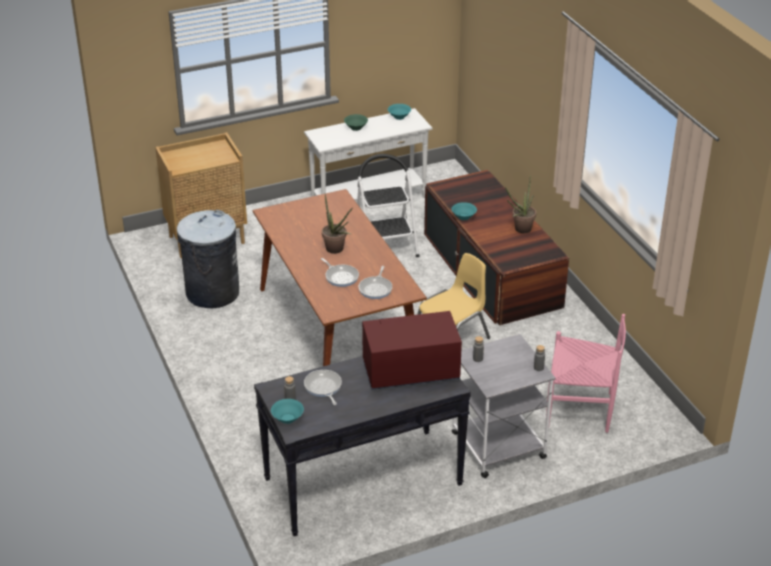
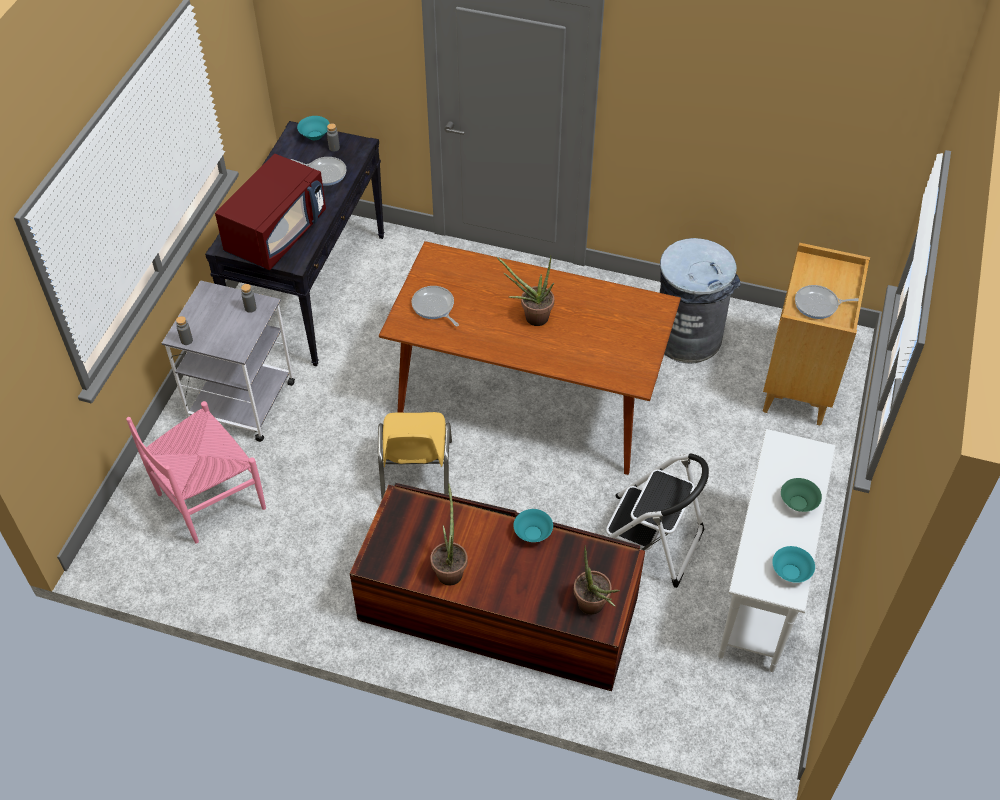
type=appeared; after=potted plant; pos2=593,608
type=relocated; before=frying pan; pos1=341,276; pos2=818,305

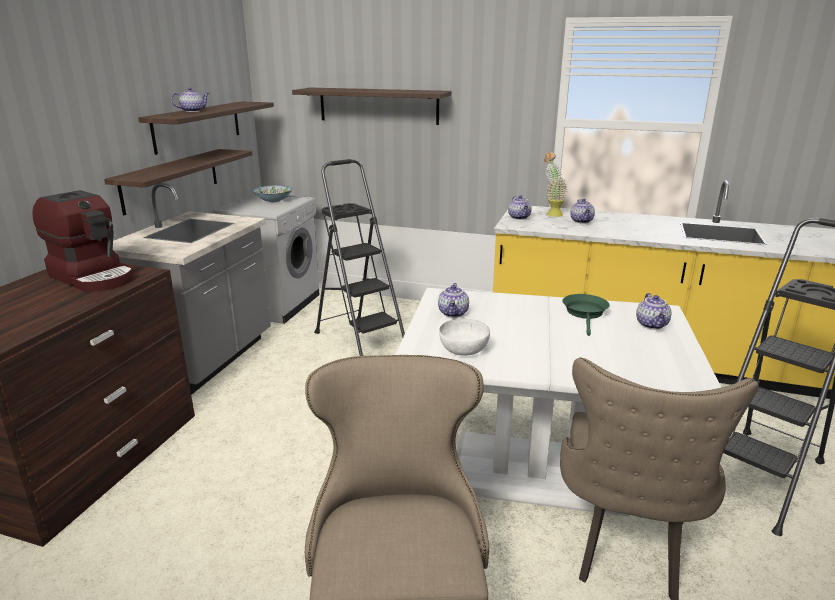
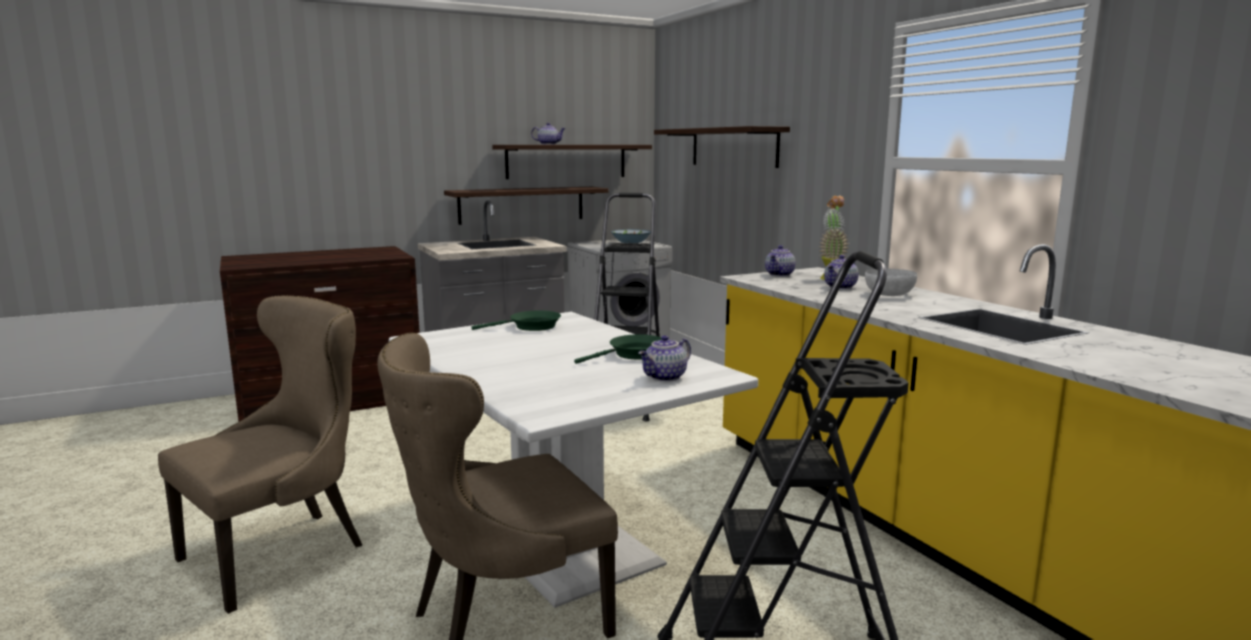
type=exchanged; before=teapot; after=green frying pan; pos1=454,313; pos2=530,327
type=relocated; before=white bowl; pos1=464,350; pos2=889,294
type=missing; before=coffee machine; pos1=94,277

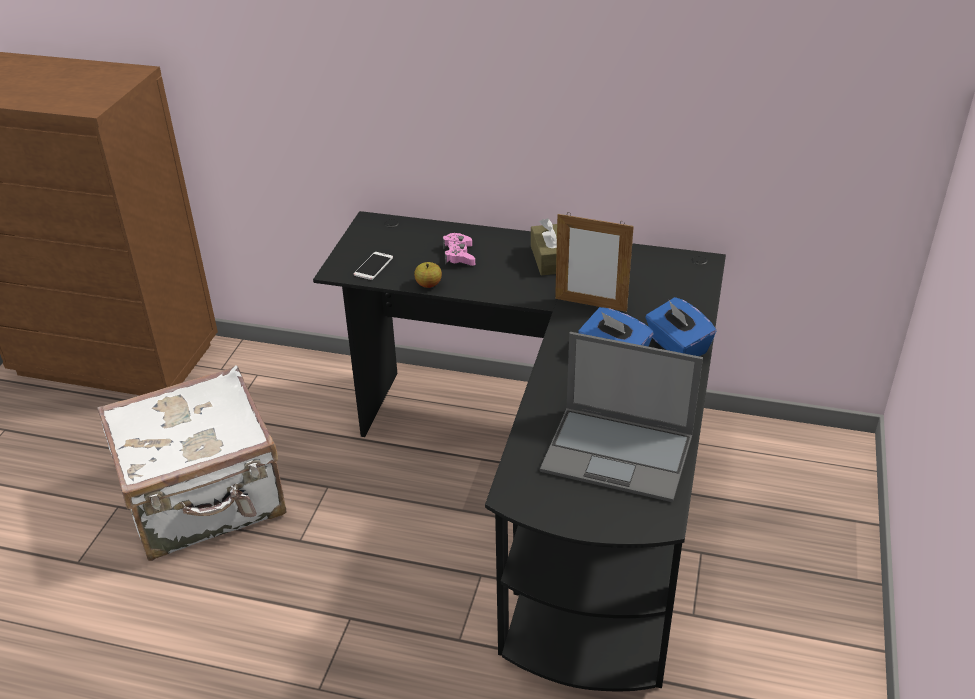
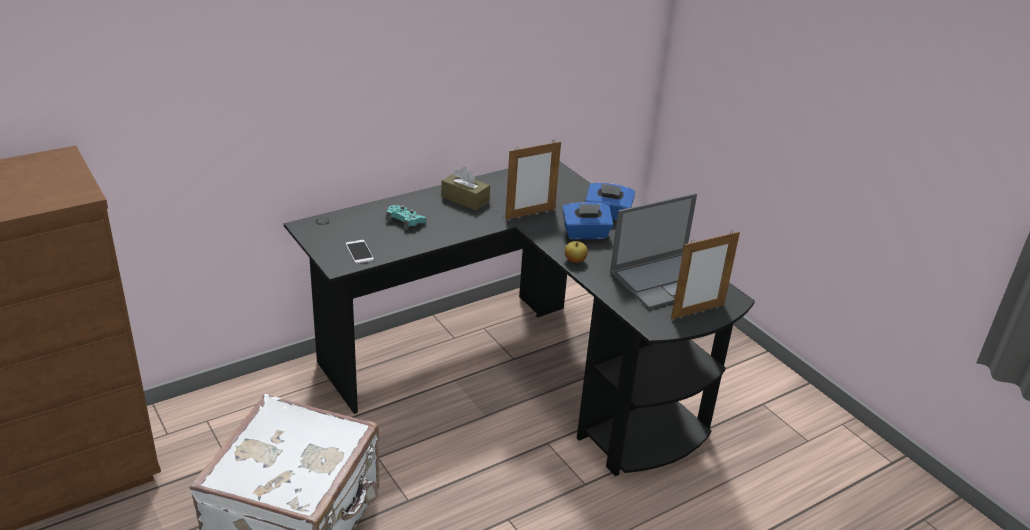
type=colour; before=pink game controller; after=turquoise game controller; pos1=459,255; pos2=405,221
type=relocated; before=apple; pos1=428,285; pos2=575,260
type=appeared; after=picture frame; pos2=697,311

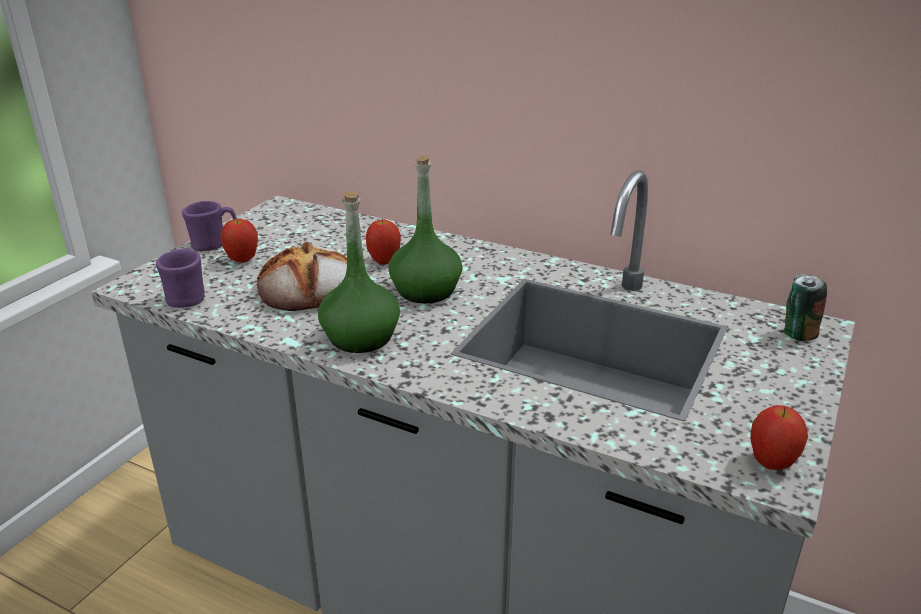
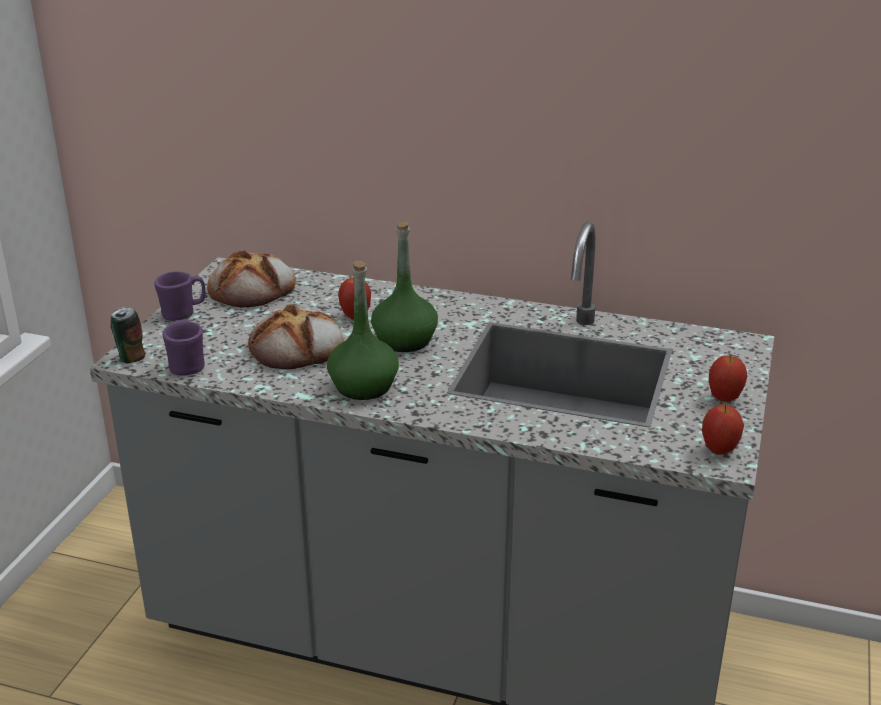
type=relocated; before=can; pos1=798,333; pos2=131,357
type=appeared; after=bread; pos2=253,288
type=relocated; before=apple; pos1=242,260; pos2=724,399

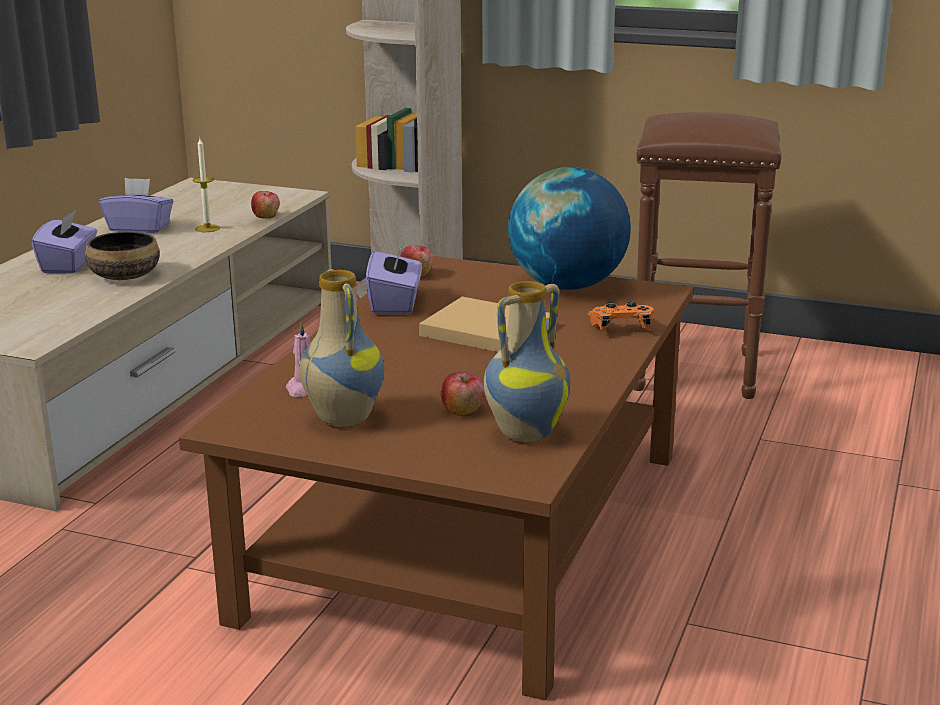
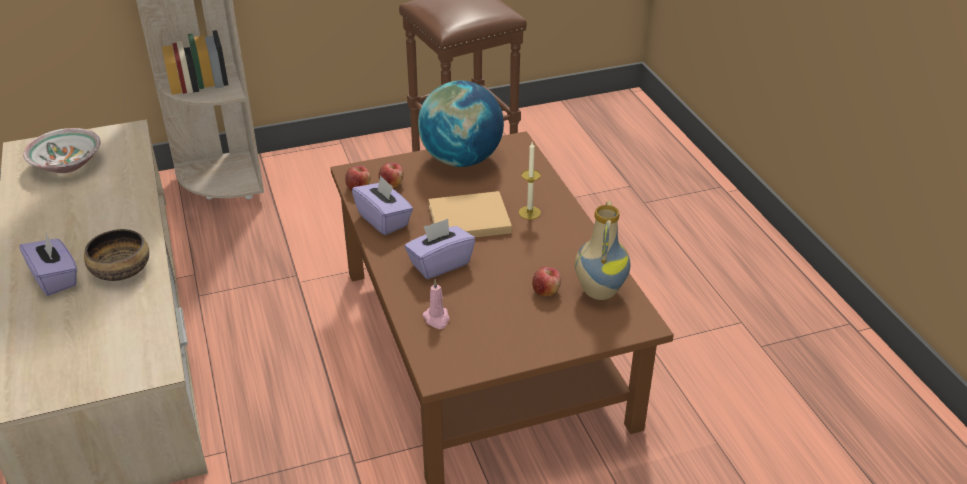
type=appeared; after=bowl; pos2=68,165
type=relocated; before=apple; pos1=266,216; pos2=391,184
type=relocated; before=purple tissue box; pos1=139,228; pos2=440,264
type=relocated; before=candle; pos1=207,228; pos2=529,212
type=missing; before=vase; pos1=341,419
type=missing; before=orange game controller; pos1=620,328

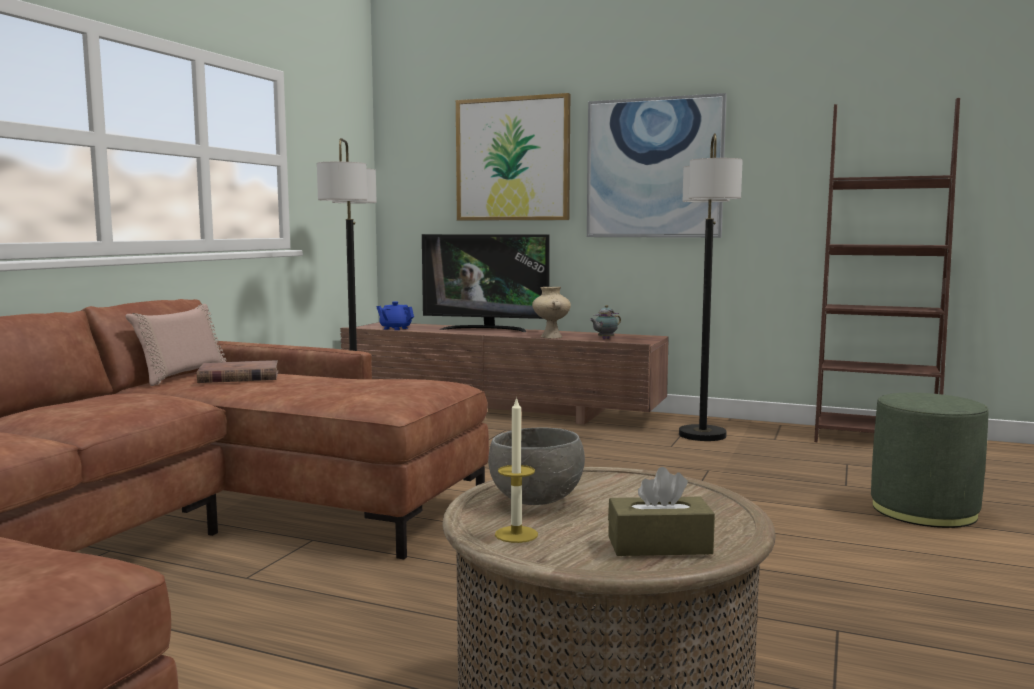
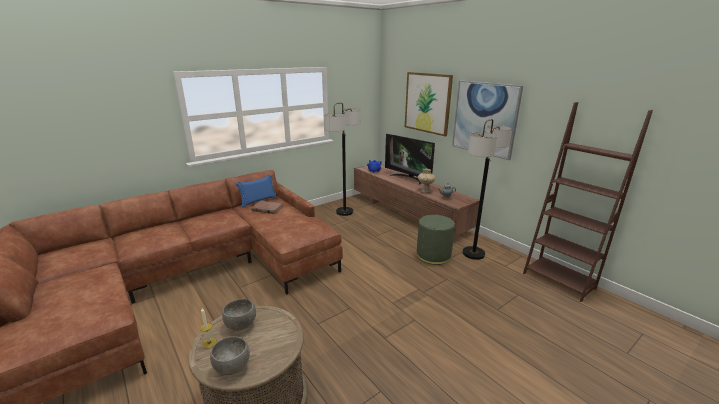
type=exchanged; before=brown tissue box; after=grey bowl; pos1=659,545; pos2=233,367
type=colour; before=beige pillow; after=blue pillow; pos1=182,375; pos2=258,201
type=relocated; before=green ottoman; pos1=924,510; pos2=433,255

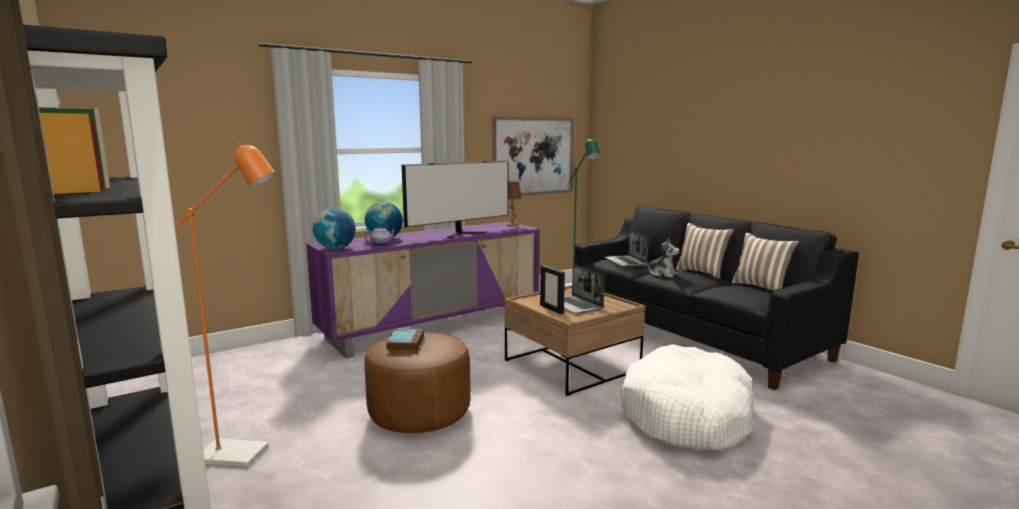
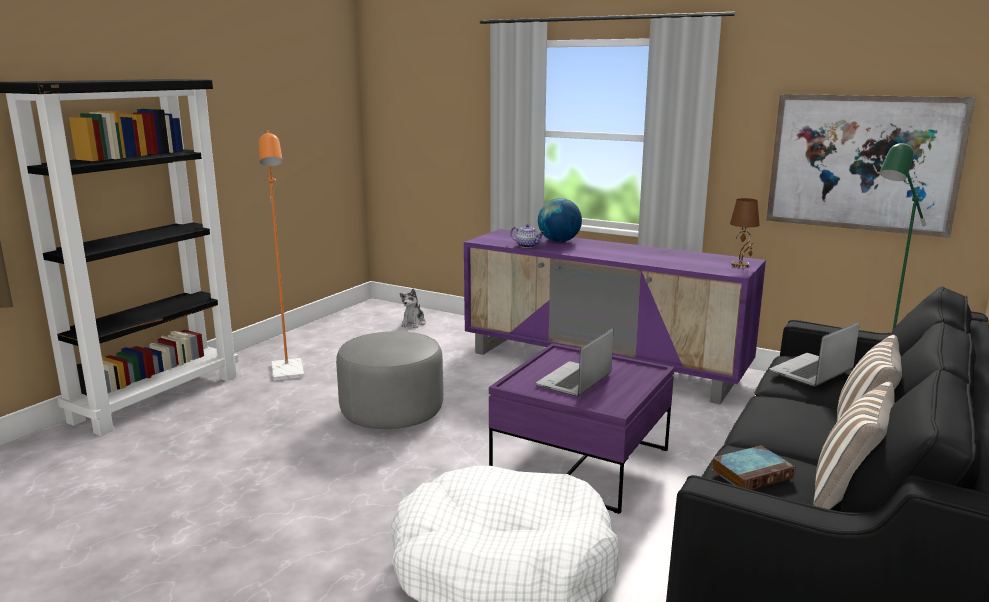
type=colour; before=brown ottoman; after=grey ottoman; pos1=419,413; pos2=392,412
type=relocated; before=plush toy; pos1=662,274; pos2=413,323
type=colour; before=brown coffee table; after=purple coffee table; pos1=571,365; pos2=581,462
type=relocated; before=book; pos1=405,343; pos2=752,473
type=missing; before=globe; pos1=335,248
type=missing; before=television; pos1=463,234
type=missing; before=picture frame; pos1=552,309

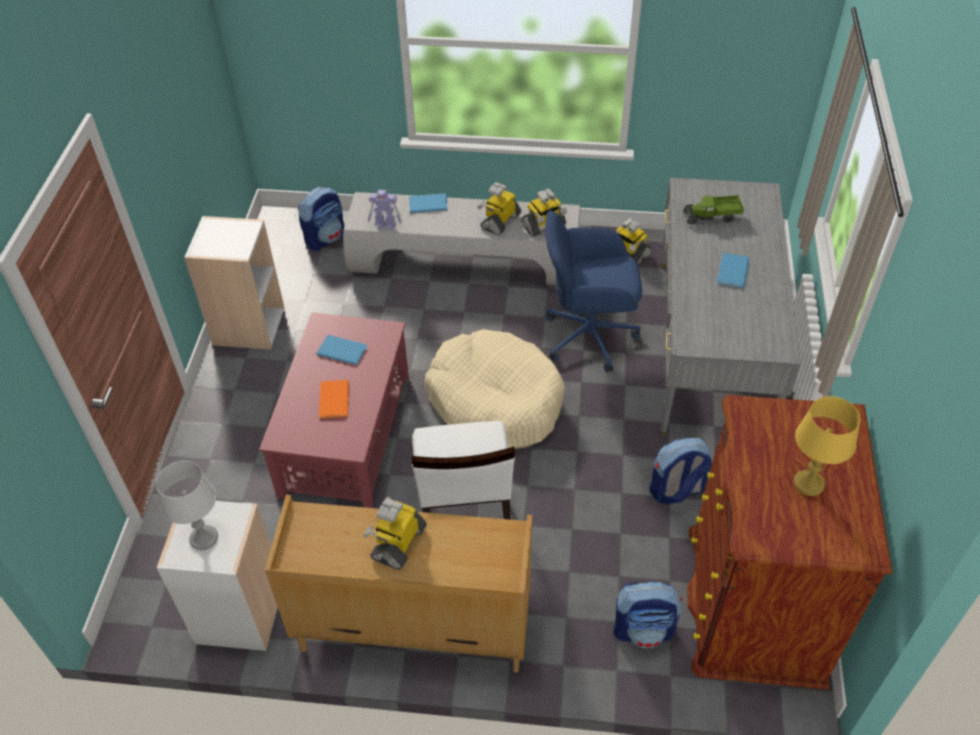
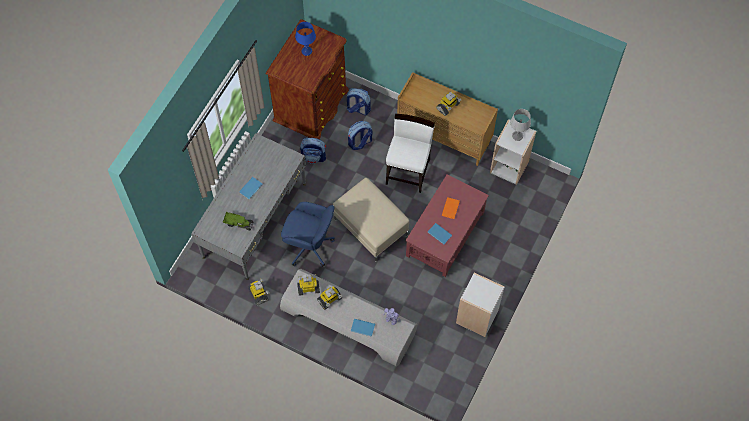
type=colour; before=yellow table lamp; after=blue table lamp; pos1=808,483; pos2=306,51
type=exchanged; before=beige dog bed; after=beige ottoman; pos1=495,400; pos2=370,227
type=relocated; before=backpack; pos1=325,238; pos2=360,142

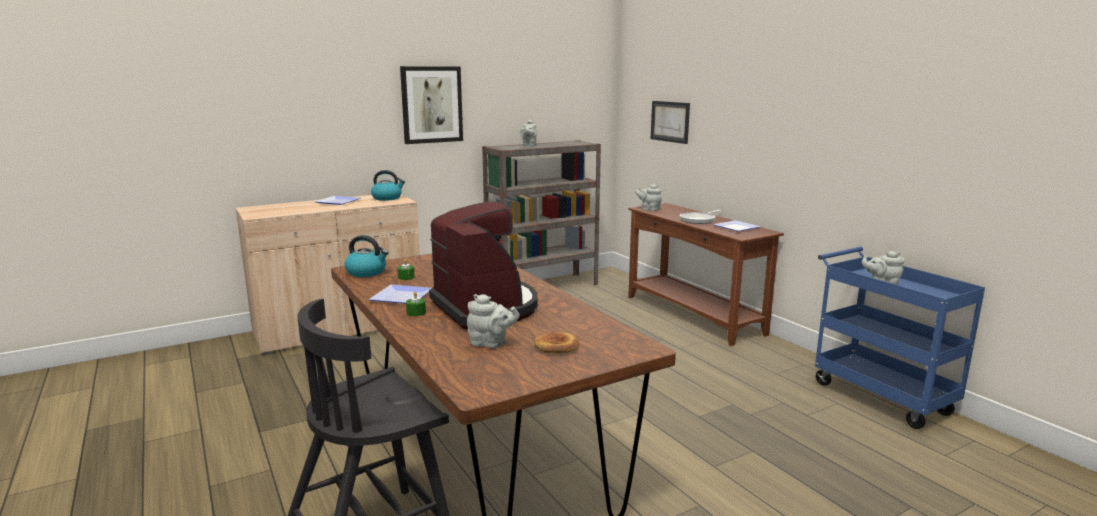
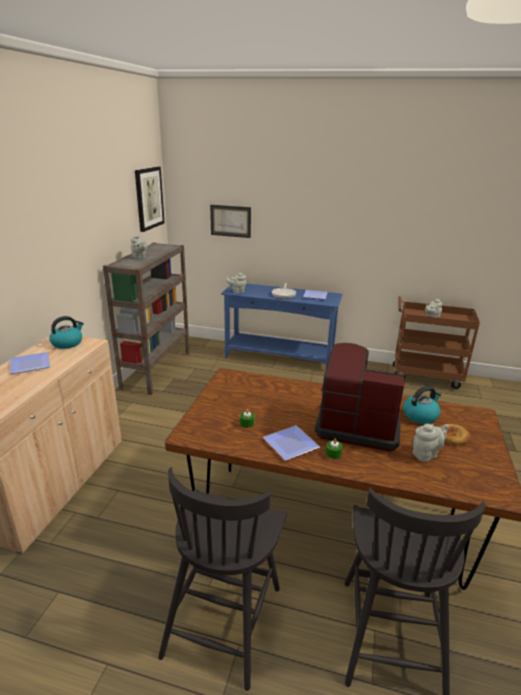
type=relocated; before=picture; pos1=431,104; pos2=149,198
type=appeared; after=black chair; pos2=224,617
type=colour; before=brown console table; after=blue console table; pos1=694,315; pos2=280,357
type=colour; before=blue cart; after=brown cart; pos1=878,398; pos2=423,377
type=relocated; before=kettle; pos1=367,272; pos2=420,415

